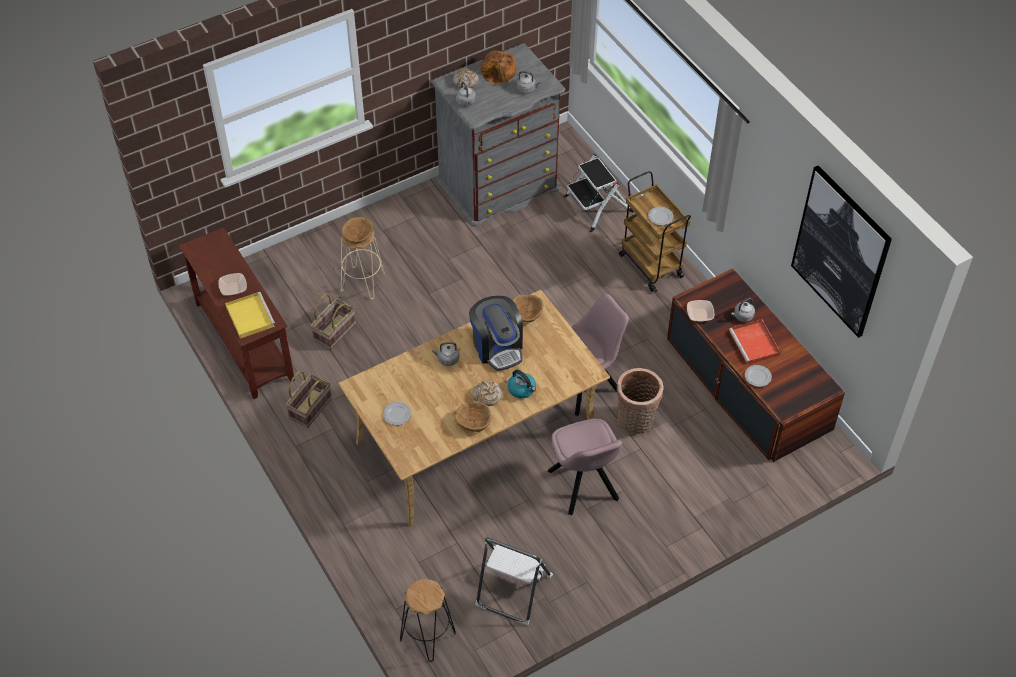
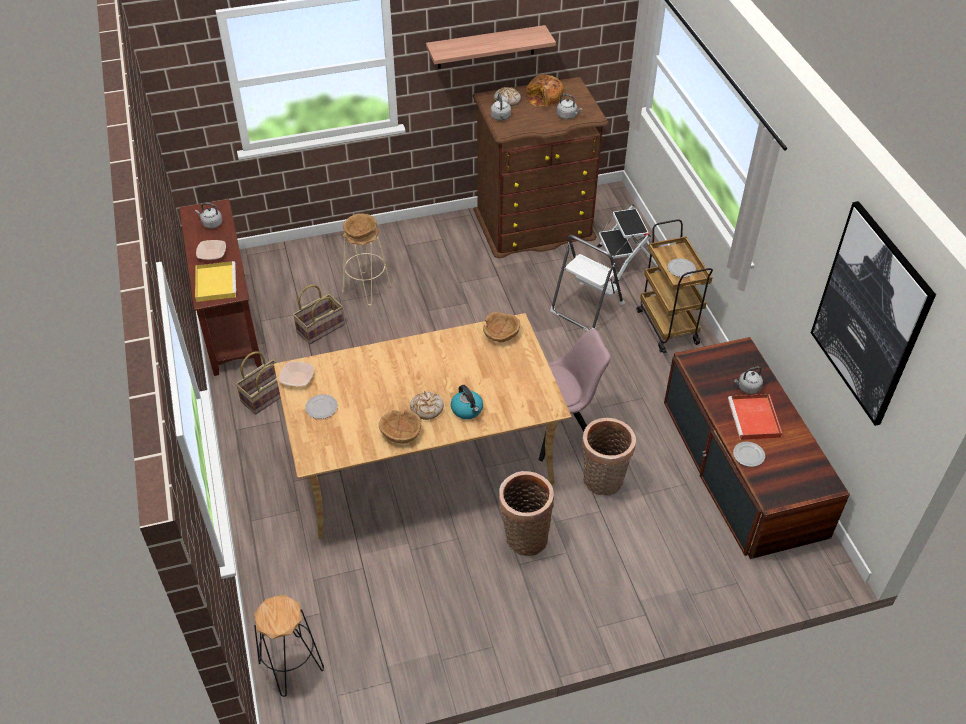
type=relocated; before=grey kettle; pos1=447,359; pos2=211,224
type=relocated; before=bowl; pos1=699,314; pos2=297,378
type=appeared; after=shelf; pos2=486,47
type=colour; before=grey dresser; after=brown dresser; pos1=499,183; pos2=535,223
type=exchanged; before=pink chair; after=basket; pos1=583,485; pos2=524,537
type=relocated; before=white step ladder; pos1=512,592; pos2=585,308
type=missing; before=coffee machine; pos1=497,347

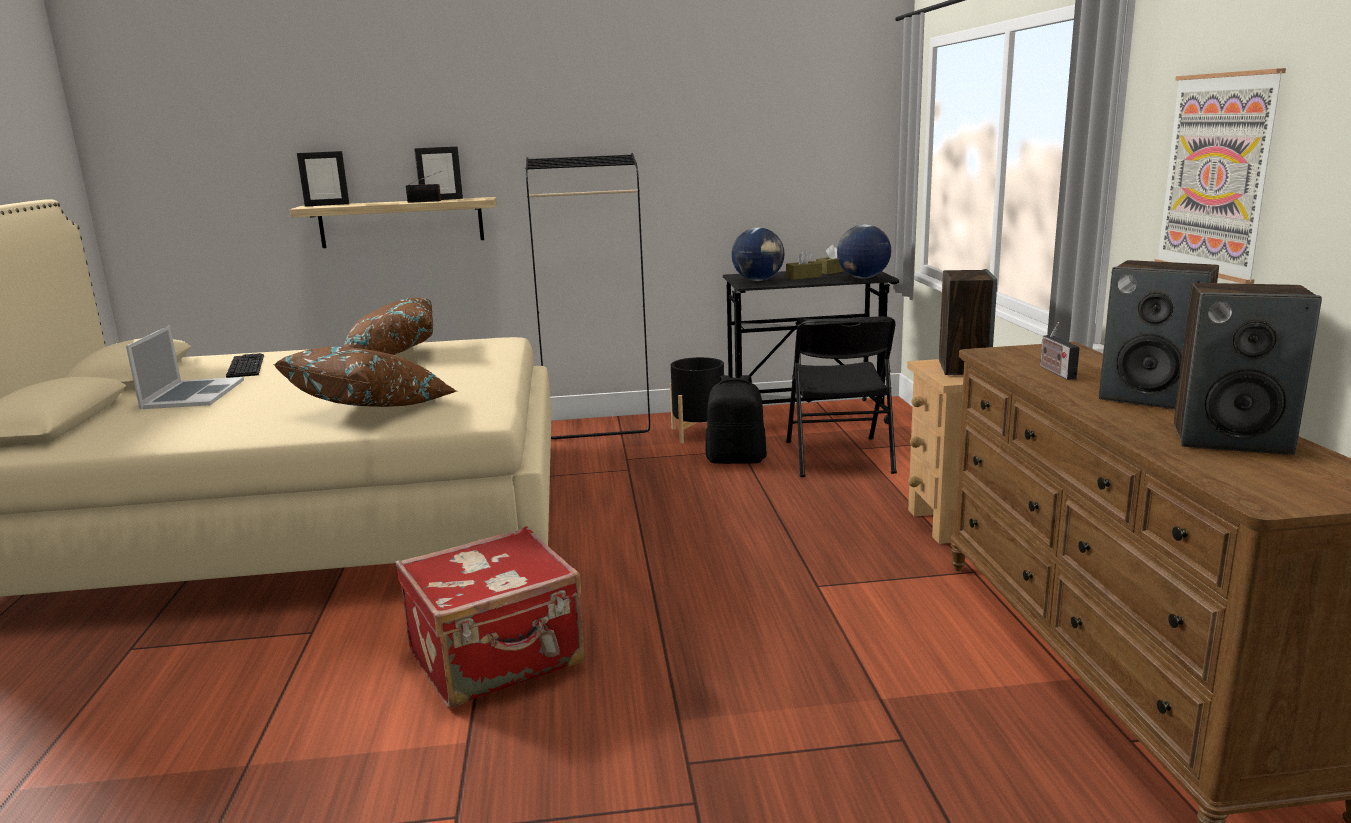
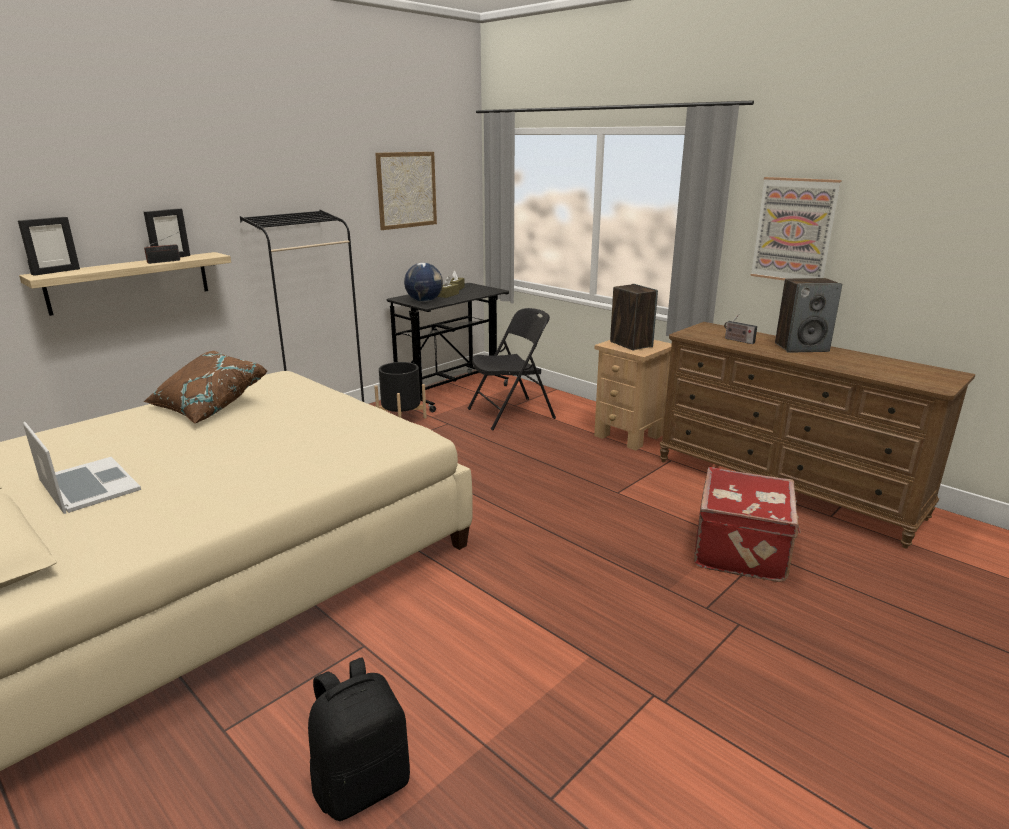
type=relocated; before=black backpack; pos1=736,459; pos2=362,783
type=appeared; after=picture; pos2=406,189
type=spun; before=black chair; pos1=838,457; pos2=511,414; turn=-75
type=relocated; before=red suitcase; pos1=498,659; pos2=742,550
type=missing; before=keyboard; pos1=244,366
type=missing; before=brown pillow; pos1=372,407
type=missing; before=globe; pos1=863,278
type=missing; before=speaker; pos1=1231,439

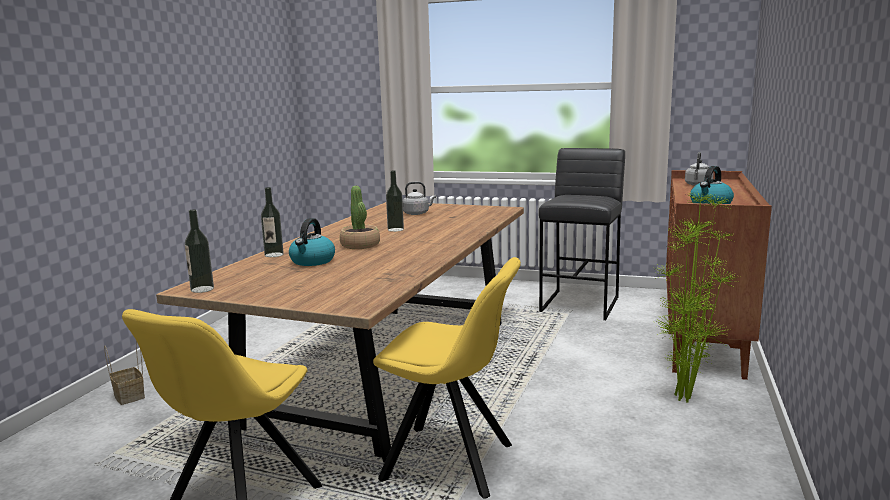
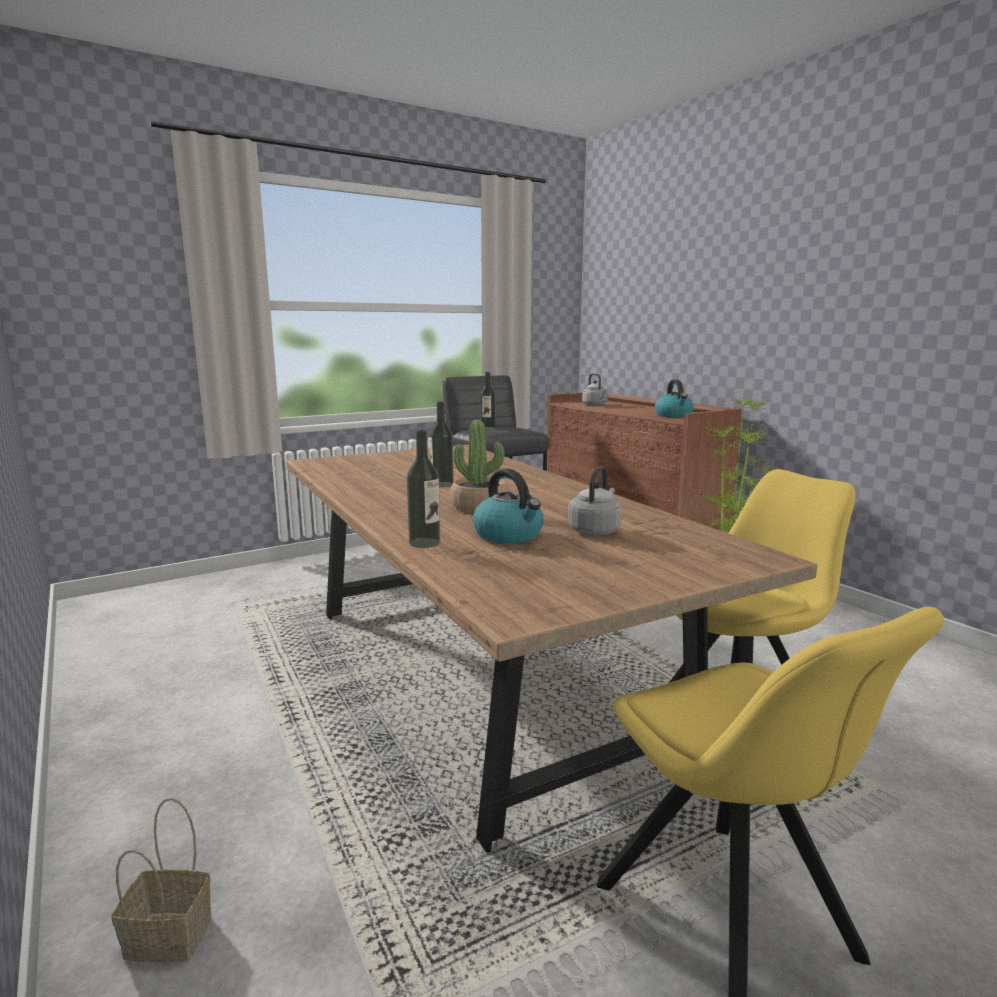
type=relocated; before=bottle; pos1=202,289; pos2=487,428
type=relocated; before=grey kettle; pos1=417,213; pos2=595,530

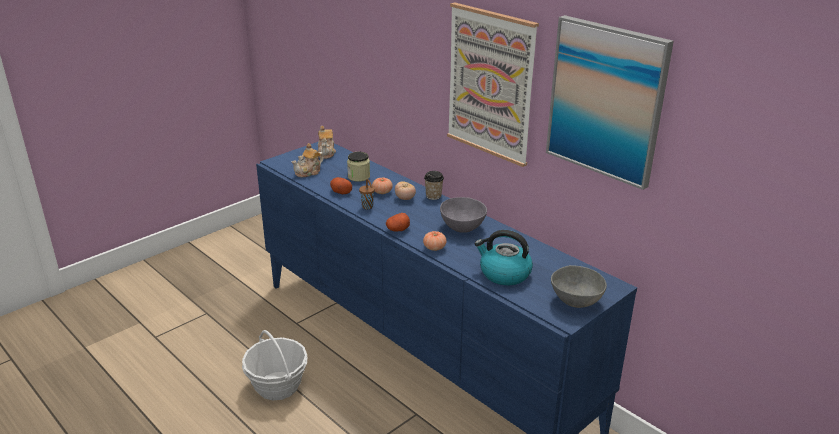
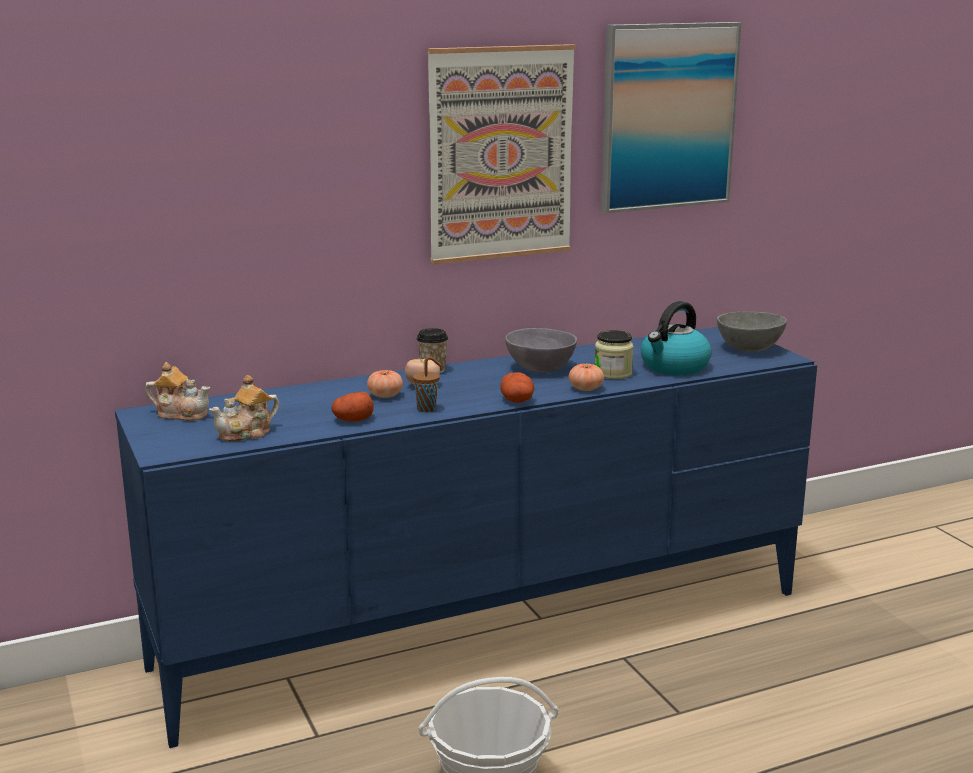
type=spun; before=teapot; pos1=309,172; pos2=247,433; turn=75
type=relocated; before=jar; pos1=359,177; pos2=613,373

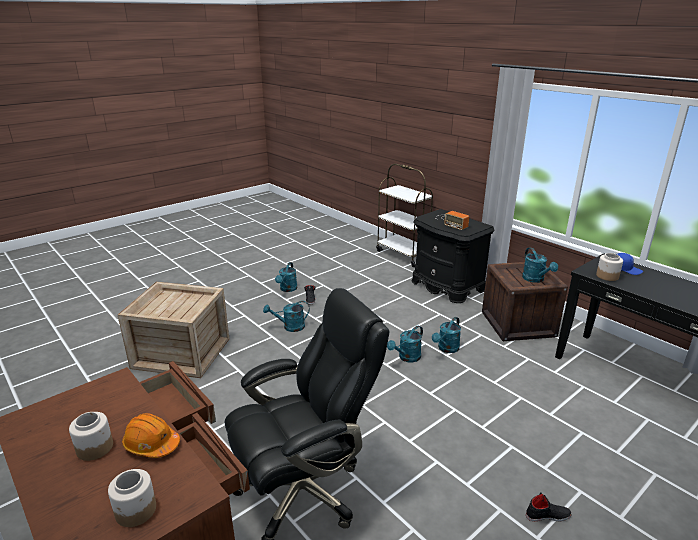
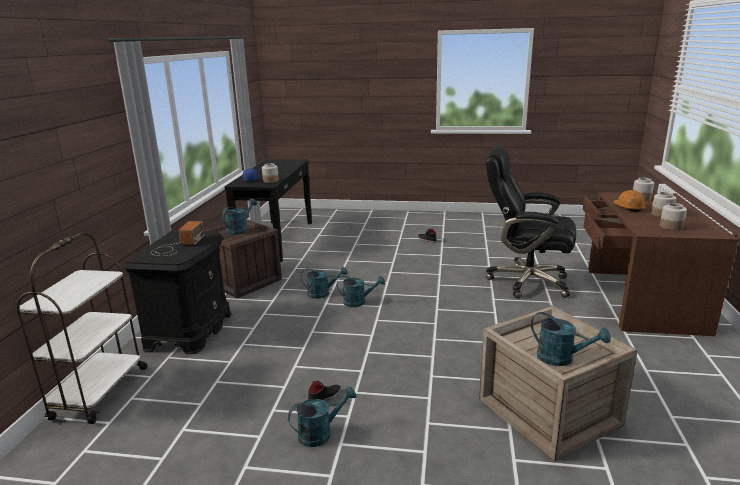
type=relocated; before=turquoise watering can; pos1=290,327; pos2=561,359
type=appeared; after=jar; pos2=671,227

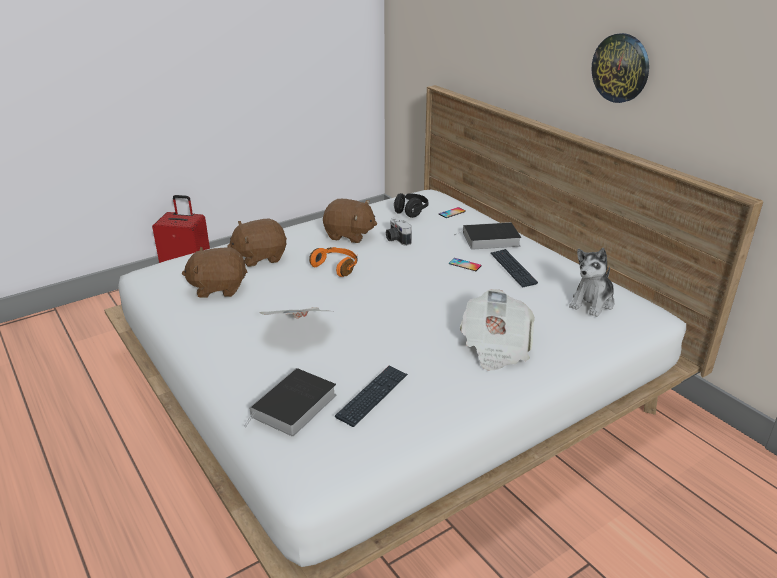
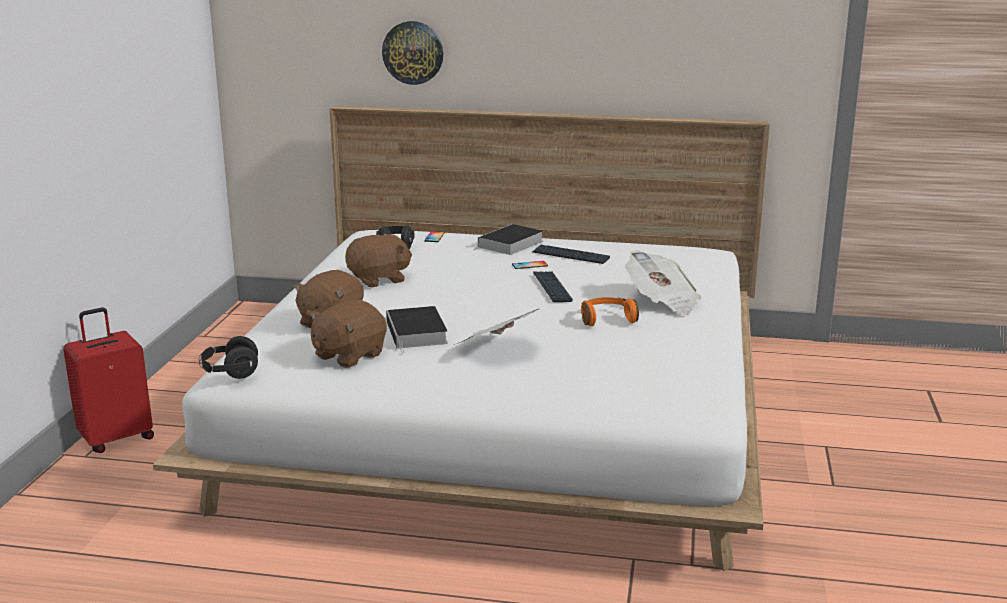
type=appeared; after=black headphones; pos2=230,373
type=relocated; before=wall clock; pos1=621,68; pos2=413,52
type=relocated; before=book; pos1=293,407; pos2=417,333
type=relocated; before=keyboard; pos1=372,396; pos2=552,288
type=relocated; before=orange headphones; pos1=336,267; pos2=607,319
type=missing; before=photo camera; pos1=396,239
type=missing; before=plush toy; pos1=592,303

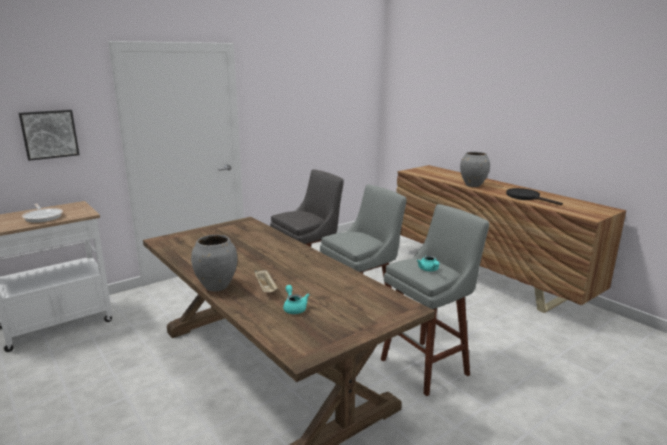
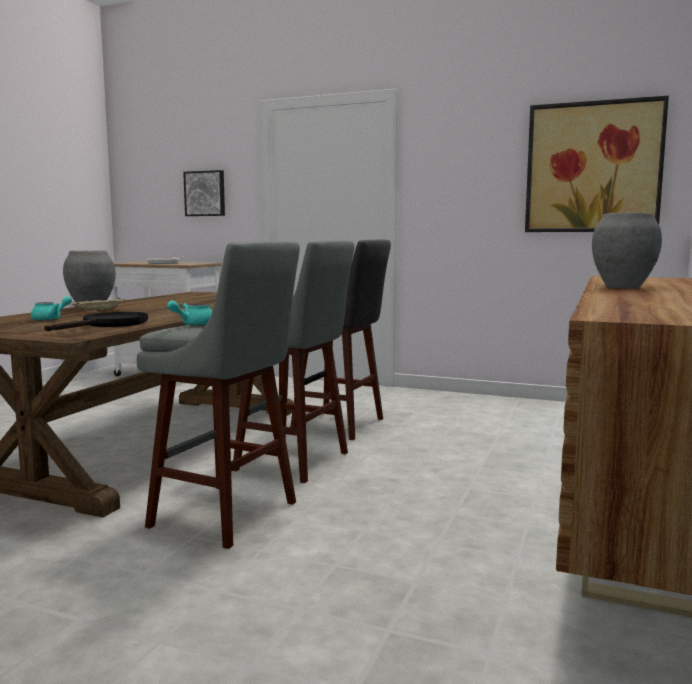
type=relocated; before=black frying pan; pos1=527,197; pos2=109,325
type=appeared; after=picture; pos2=593,167

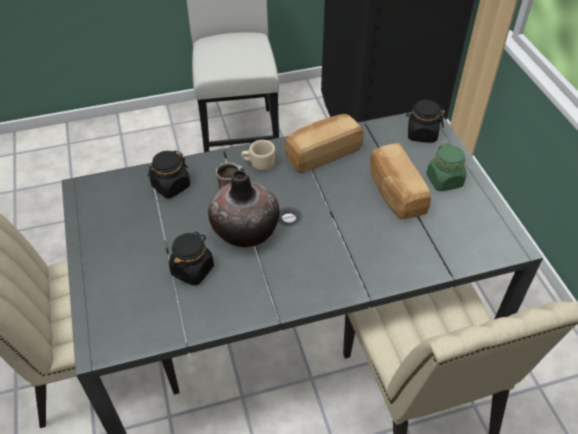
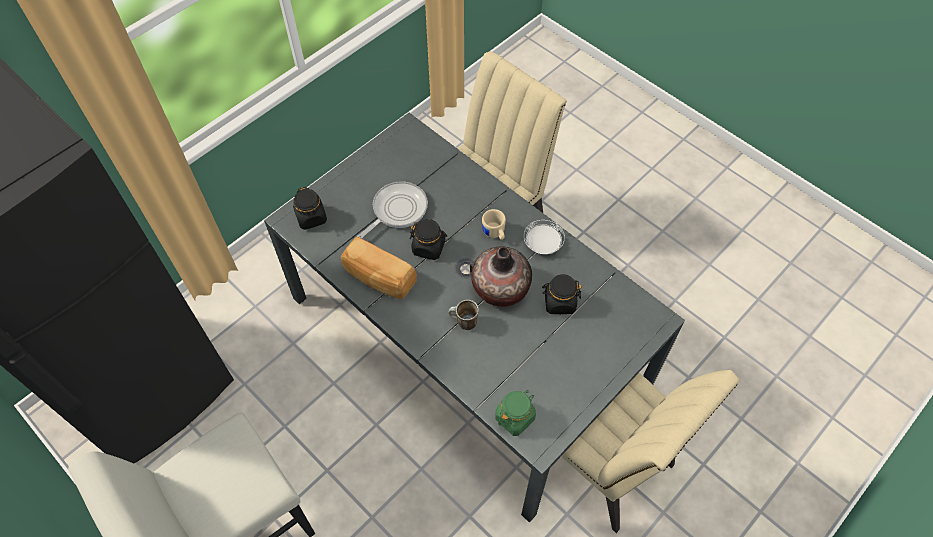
type=exchanged; before=bread; after=frying pan; pos1=395,193; pos2=397,210
type=relocated; before=black jar; pos1=171,186; pos2=429,247
type=relocated; before=beige mug; pos1=258,164; pos2=494,233
type=relocated; before=green jar; pos1=444,180; pos2=515,417
type=appeared; after=white plate; pos2=542,243

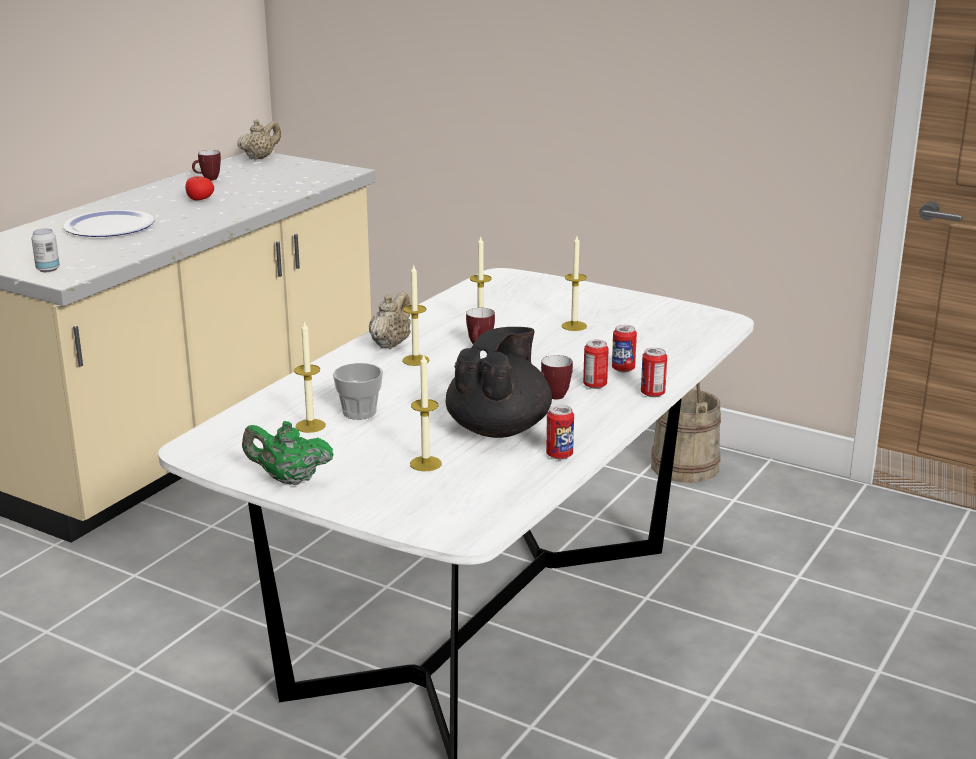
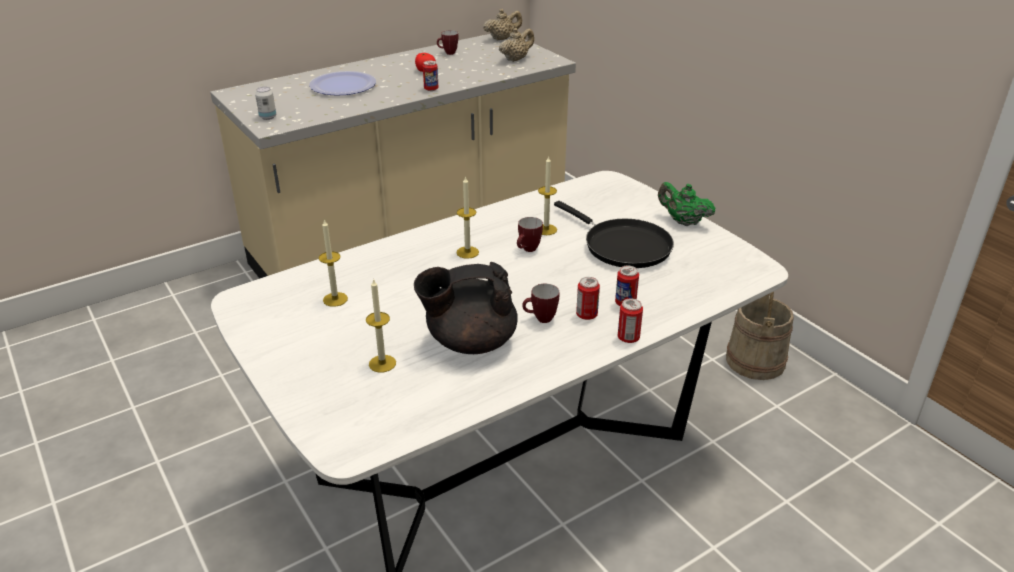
type=spun; before=black teapot; pos1=499,428; pos2=470,342; turn=-150
type=relocated; before=can; pos1=559,455; pos2=431,89
type=relocated; before=beige teapot; pos1=390,344; pos2=516,59
type=exchanged; before=candle; after=black frying pan; pos1=574,326; pos2=622,246
type=relocated; before=green teapot; pos1=289,479; pos2=683,221
type=missing; before=cup; pos1=359,412

